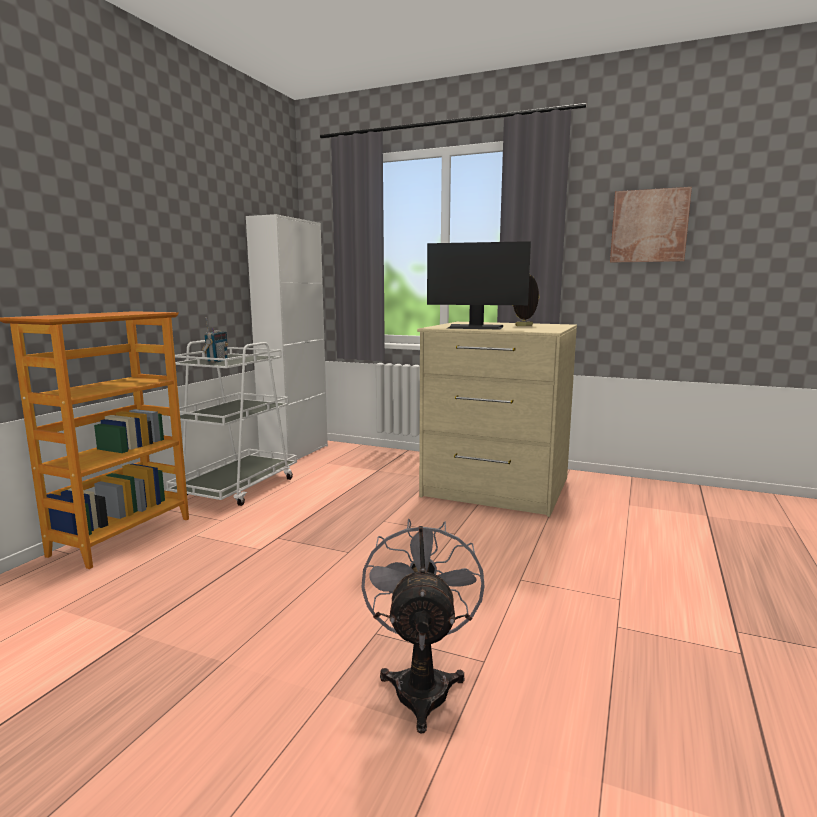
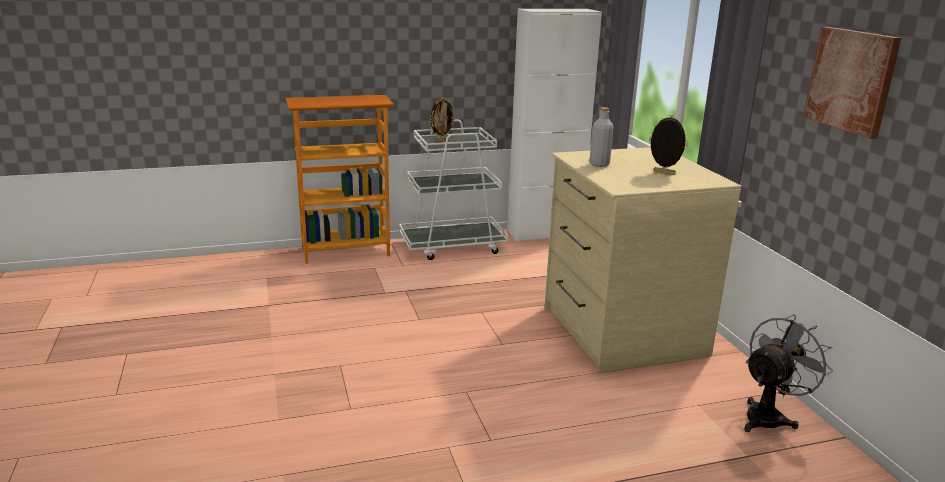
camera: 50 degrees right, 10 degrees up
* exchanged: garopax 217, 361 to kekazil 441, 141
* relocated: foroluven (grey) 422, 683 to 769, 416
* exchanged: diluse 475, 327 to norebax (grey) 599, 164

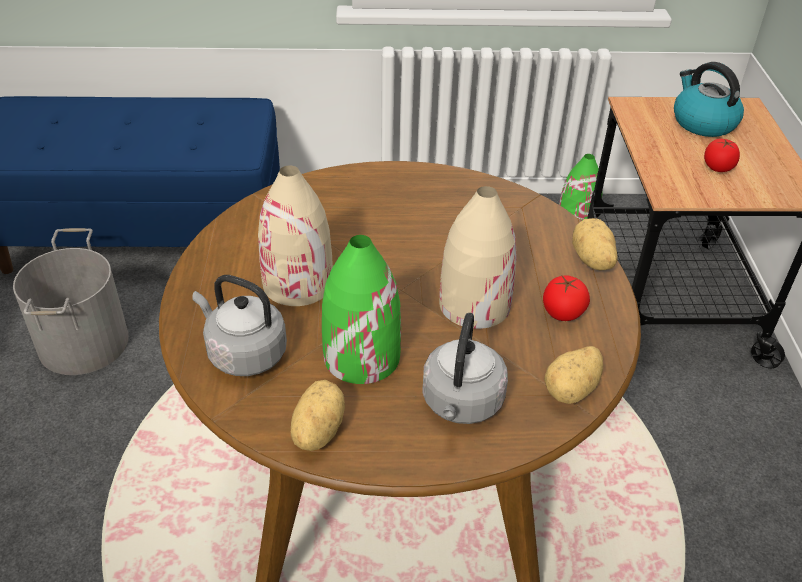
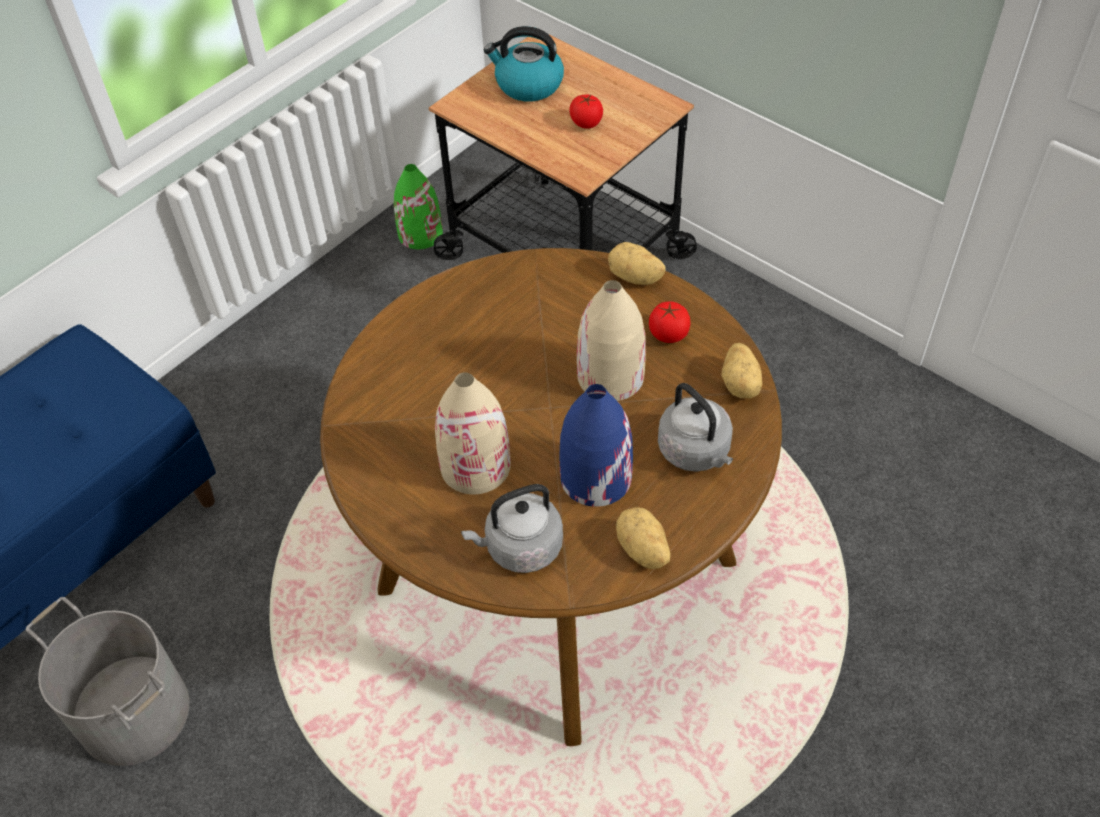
camera: 45 degrees left, 10 degrees up
* colour: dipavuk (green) 361, 356 to dipavuk (blue) 595, 477

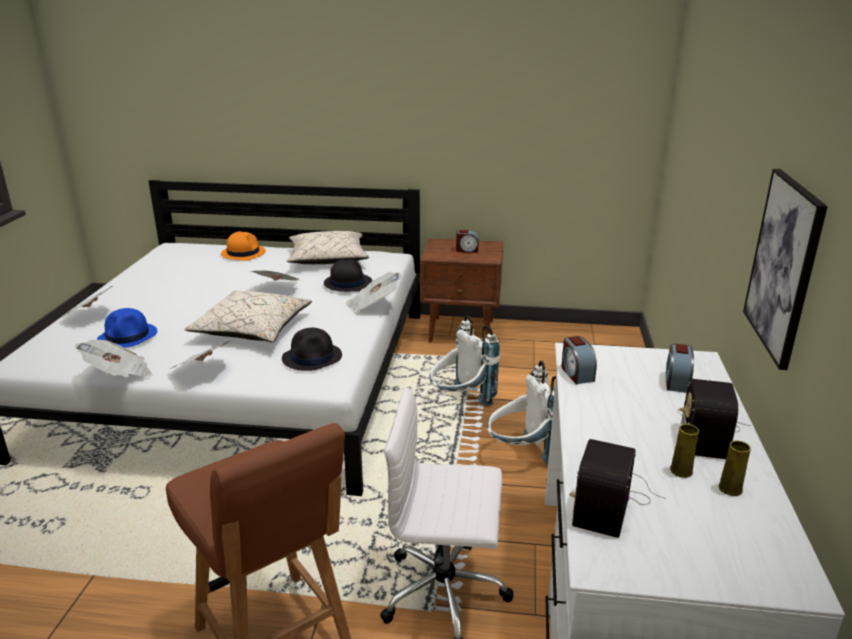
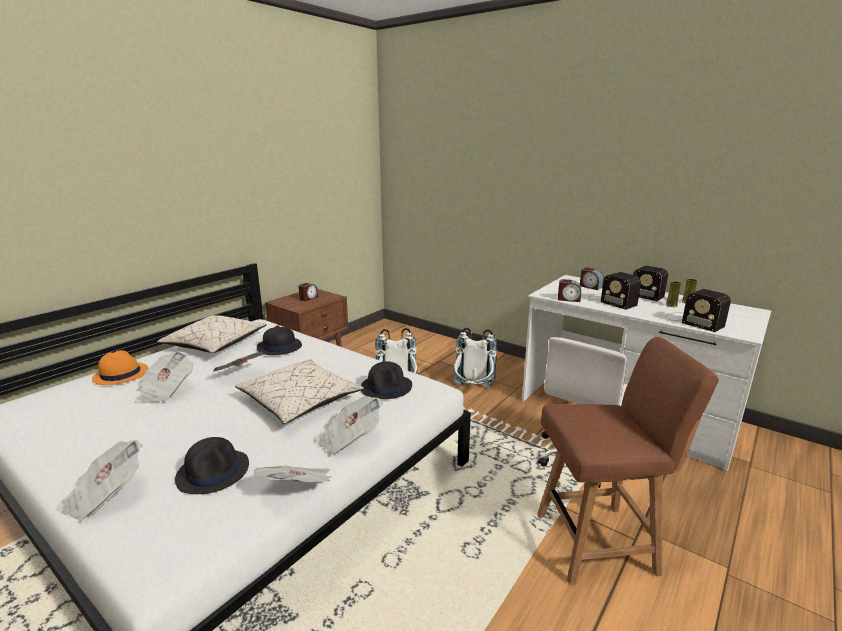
camera: 60 degrees left, 5 degrees down
* colour: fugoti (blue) 128, 336 to fugoti (black) 213, 471
* relocated: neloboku 373, 305 to 165, 391
* missing: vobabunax 784, 266
* appeared: garopax 610, 300

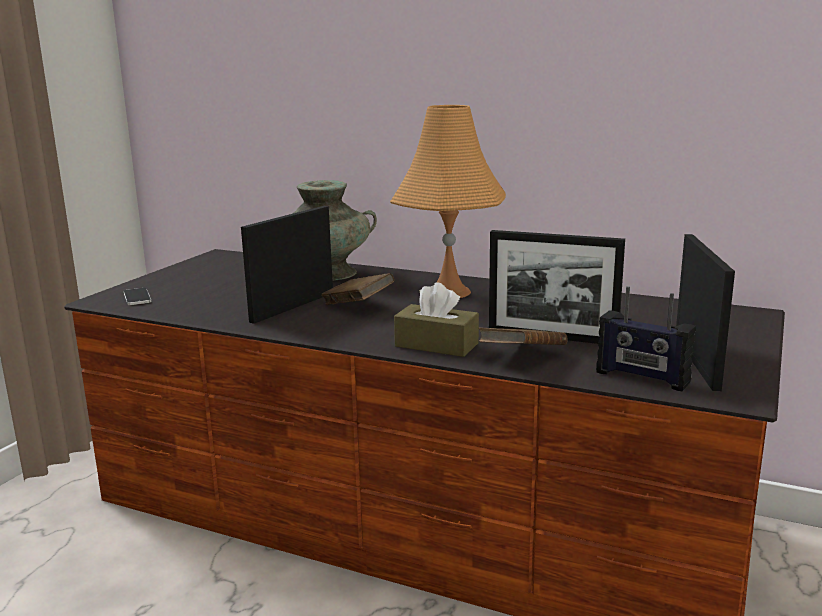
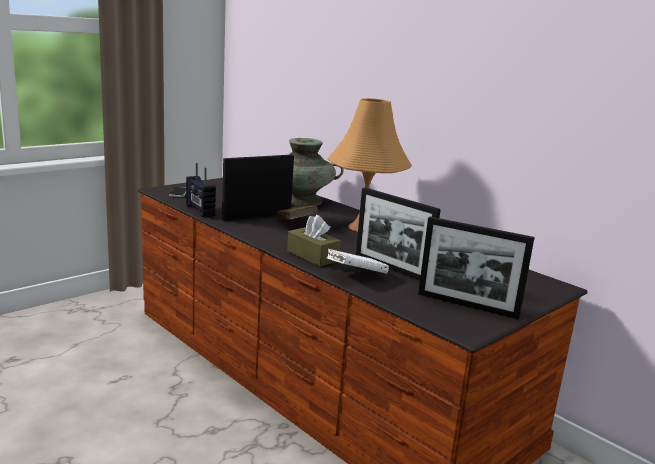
camera: 20 degrees right, 0 degrees up
* colour: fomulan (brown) 522, 357 to fomulan (white) 355, 275
* relocated: garopax 642, 378 to 199, 210
* spun: kekazil 696, 362 = 467, 305 90 degrees clockwise

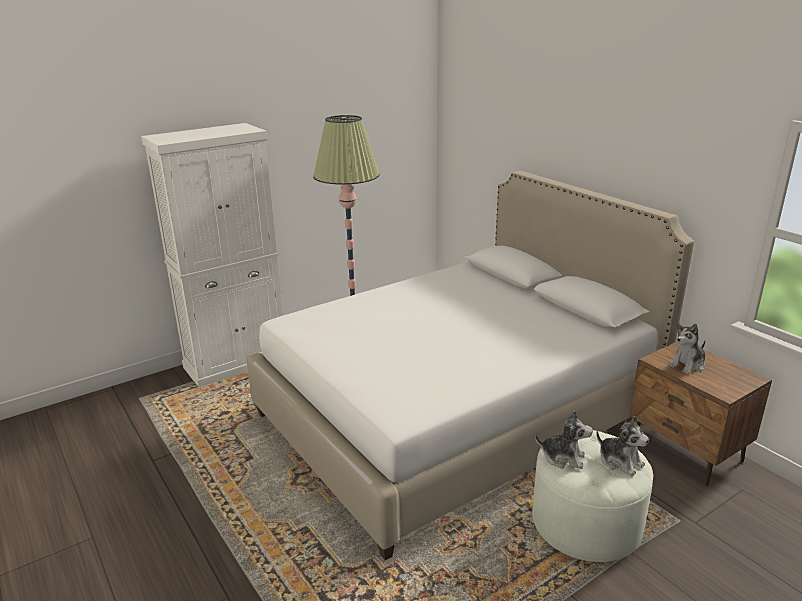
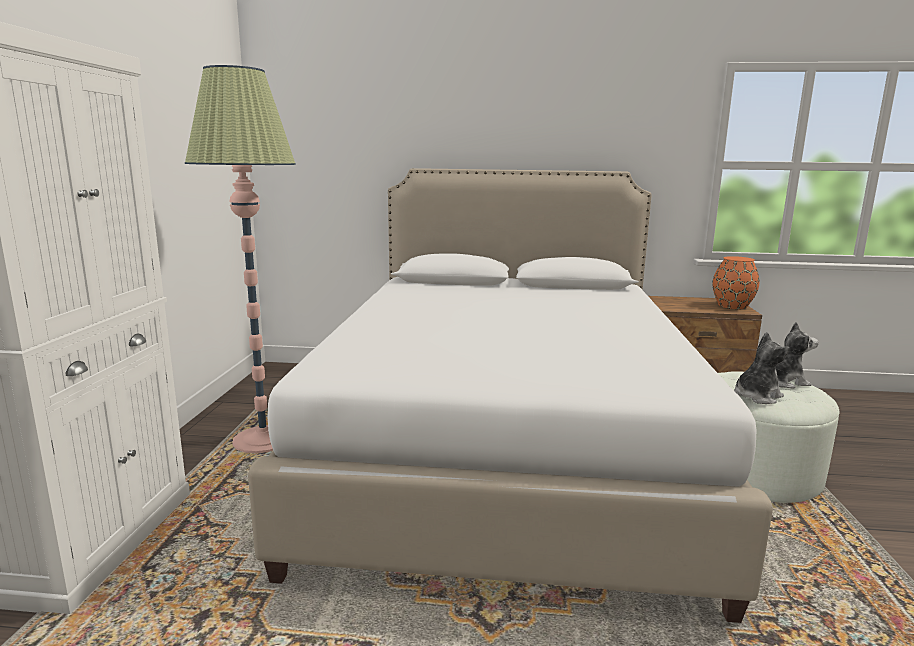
camera: 50 degrees left, 10 degrees down
* missing: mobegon 687, 364
* appeared: dipavuk (orange) 731, 306

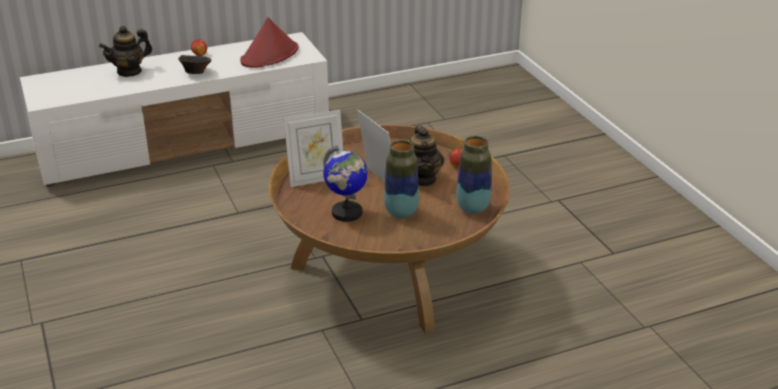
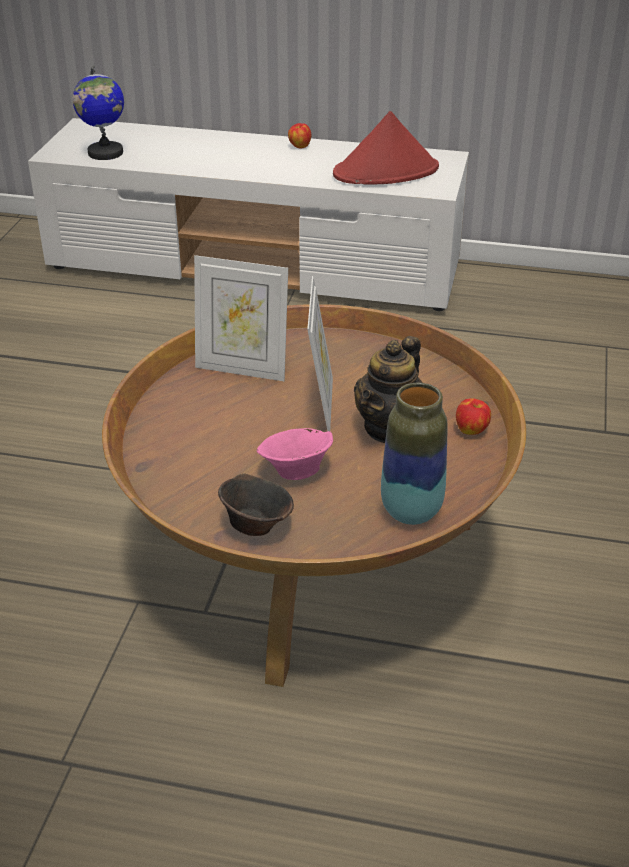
camera: 35 degrees right, 5 degrees up
* missing: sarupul 129, 71
* relocated: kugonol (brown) 195, 73 to 256, 524
* relocated: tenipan 347, 213 to 105, 153
* exchanged: dipavuk 401, 213 to kugonol (pink) 295, 471

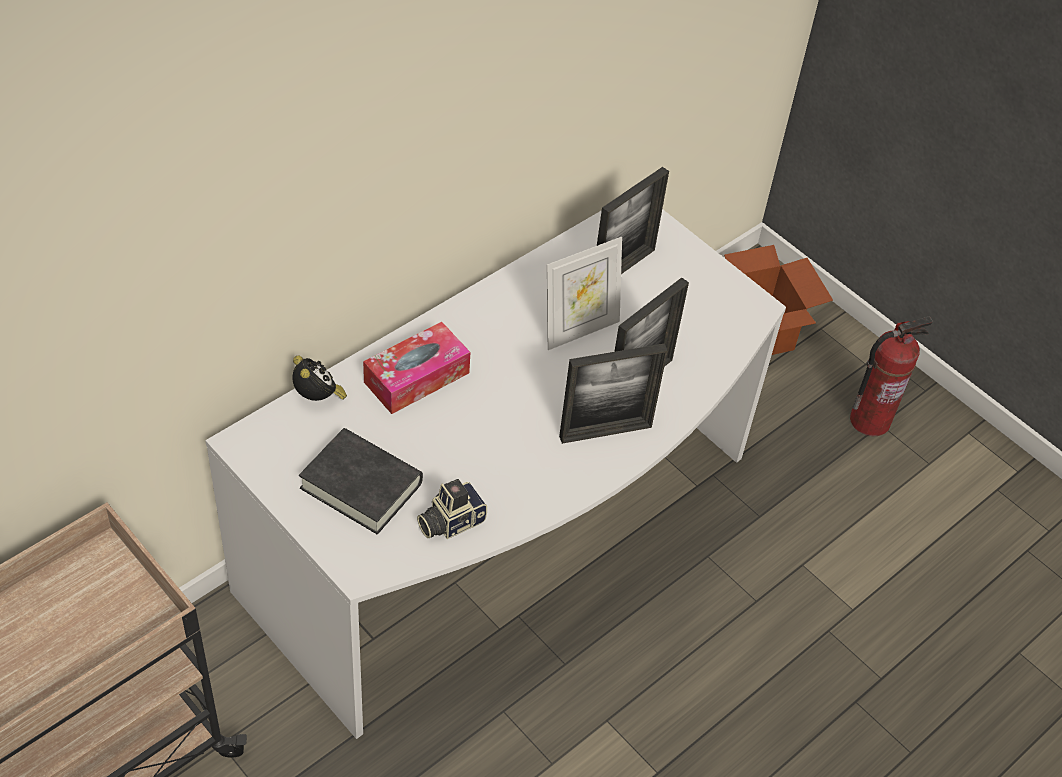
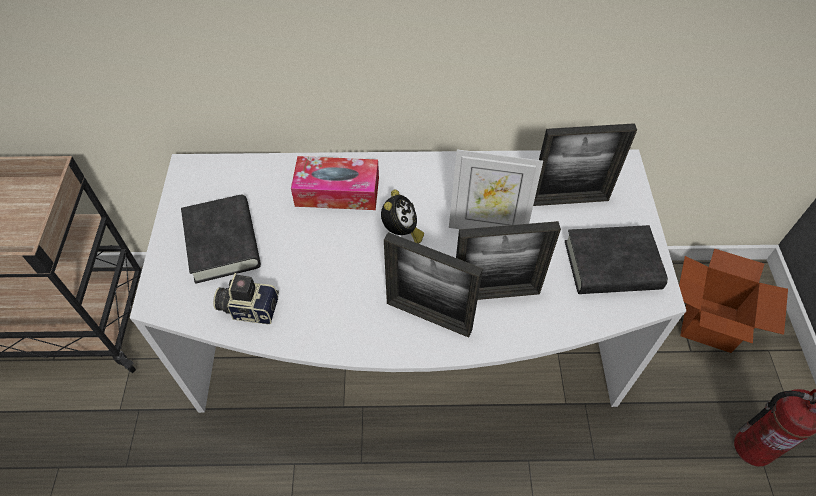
camera: 45 degrees right, 5 degrees up
* relocated: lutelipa 318, 398 to 401, 232
* appeared: fomulan (black) 611, 265

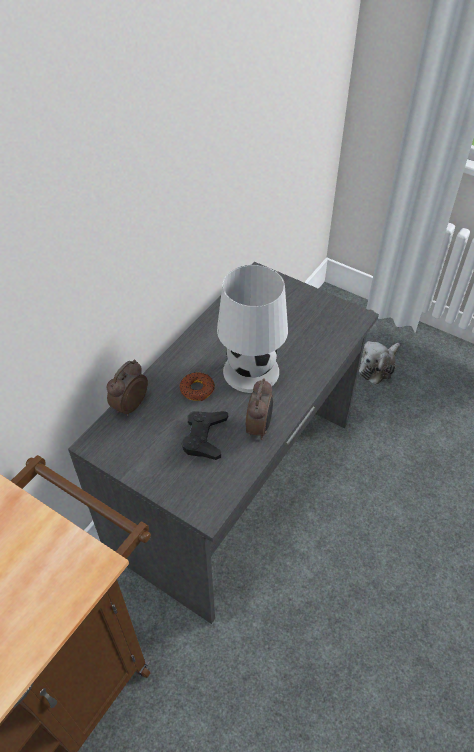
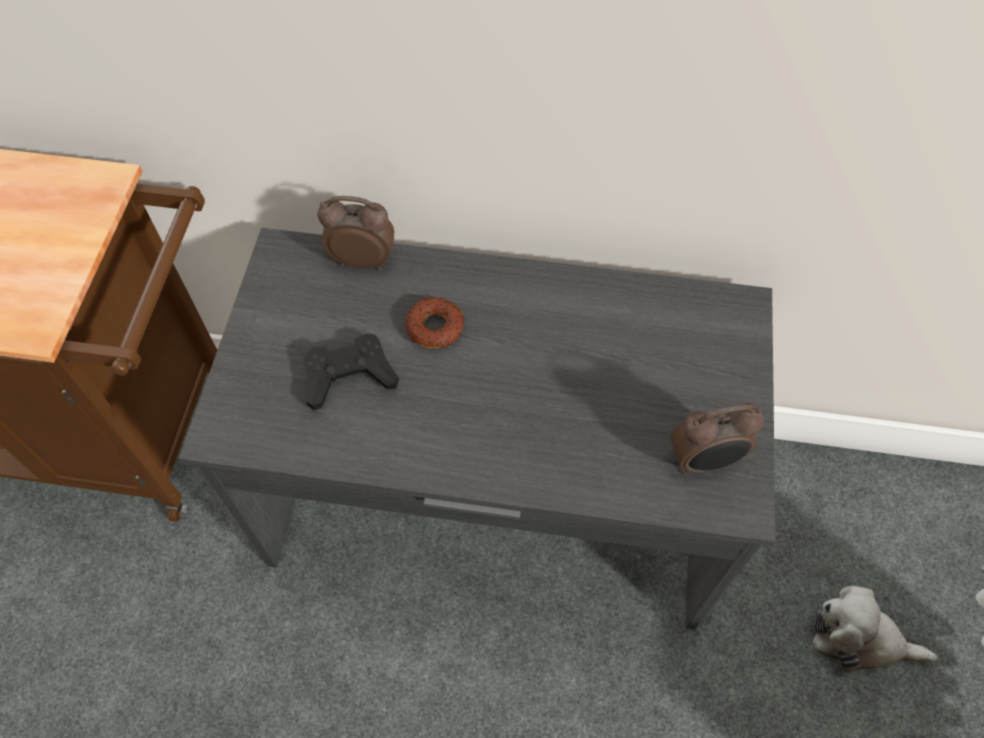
camera: 65 degrees right, 10 degrees up
* missing: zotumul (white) 252, 371
* relocated: lutelipa 259, 427 to 705, 461

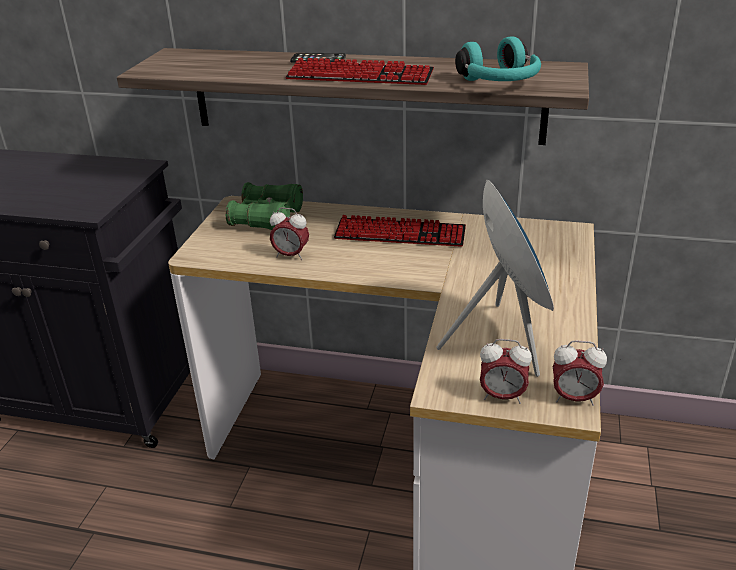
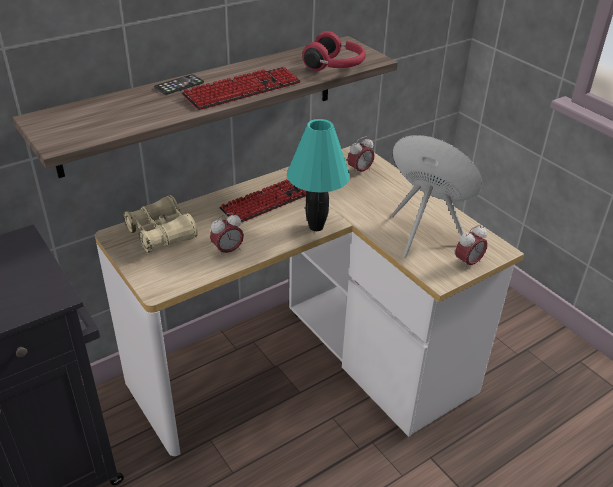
camera: 50 degrees left, 5 degrees up
* colour: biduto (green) 267, 218 to biduto (beige) 161, 234
* colour: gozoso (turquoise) 500, 82 to gozoso (red) 335, 66
* relocated: lutelipa 574, 398 to 359, 171
* appeared: zotumul (turquoise) 315, 227

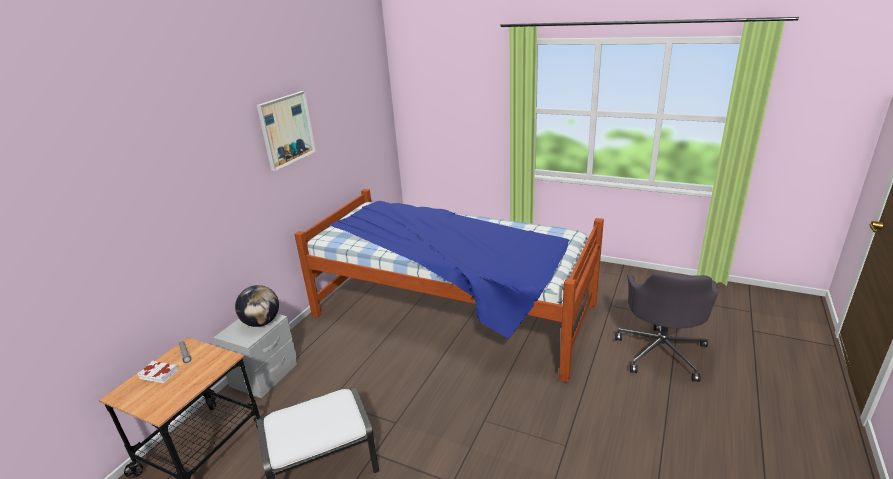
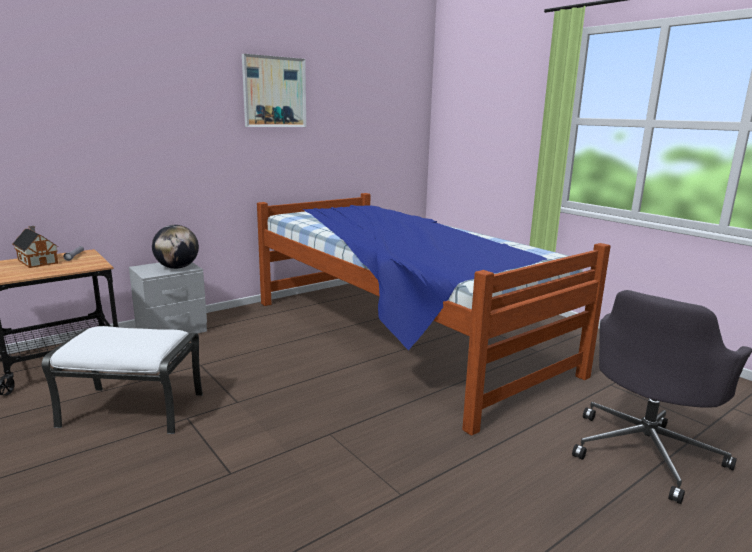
camera: 25 degrees right, 10 degrees down
* exchanged: fomulan (white) 158, 374 to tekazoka 38, 261

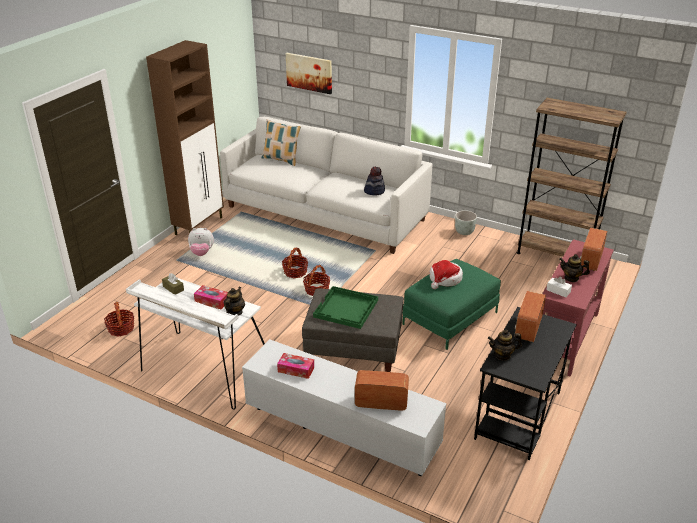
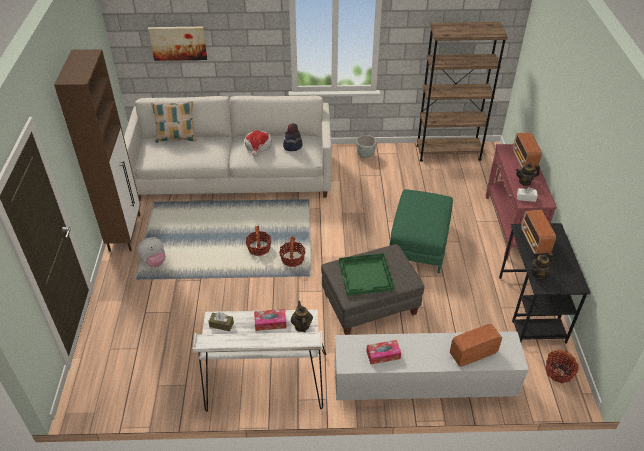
camera: 30 degrees left, 10 degrees up
* relocated: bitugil 121, 329 to 559, 372
* relocated: fugoti 444, 279 to 258, 146

